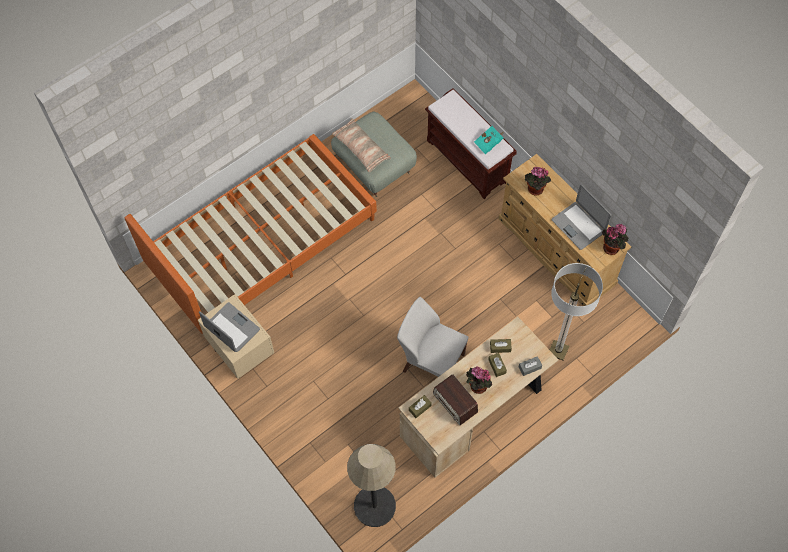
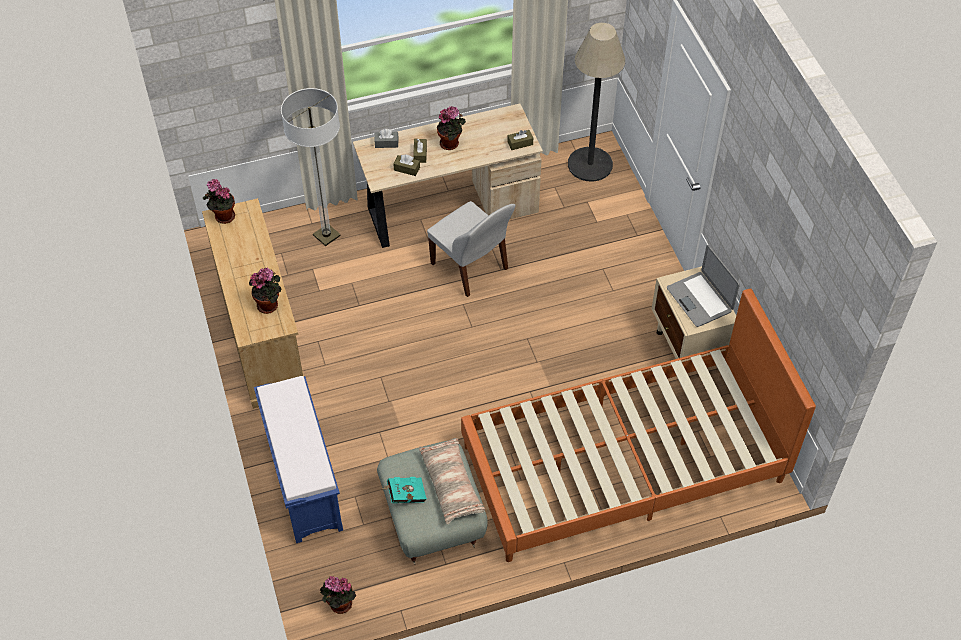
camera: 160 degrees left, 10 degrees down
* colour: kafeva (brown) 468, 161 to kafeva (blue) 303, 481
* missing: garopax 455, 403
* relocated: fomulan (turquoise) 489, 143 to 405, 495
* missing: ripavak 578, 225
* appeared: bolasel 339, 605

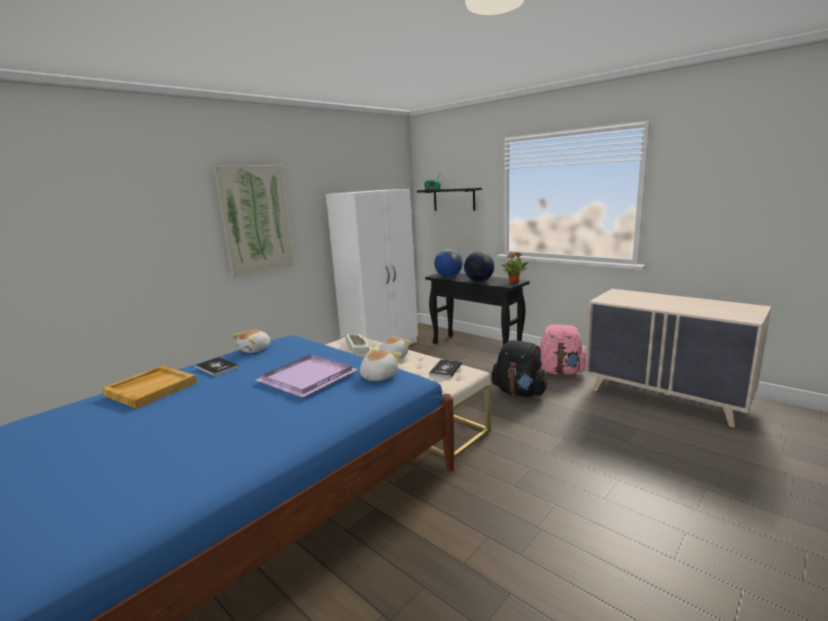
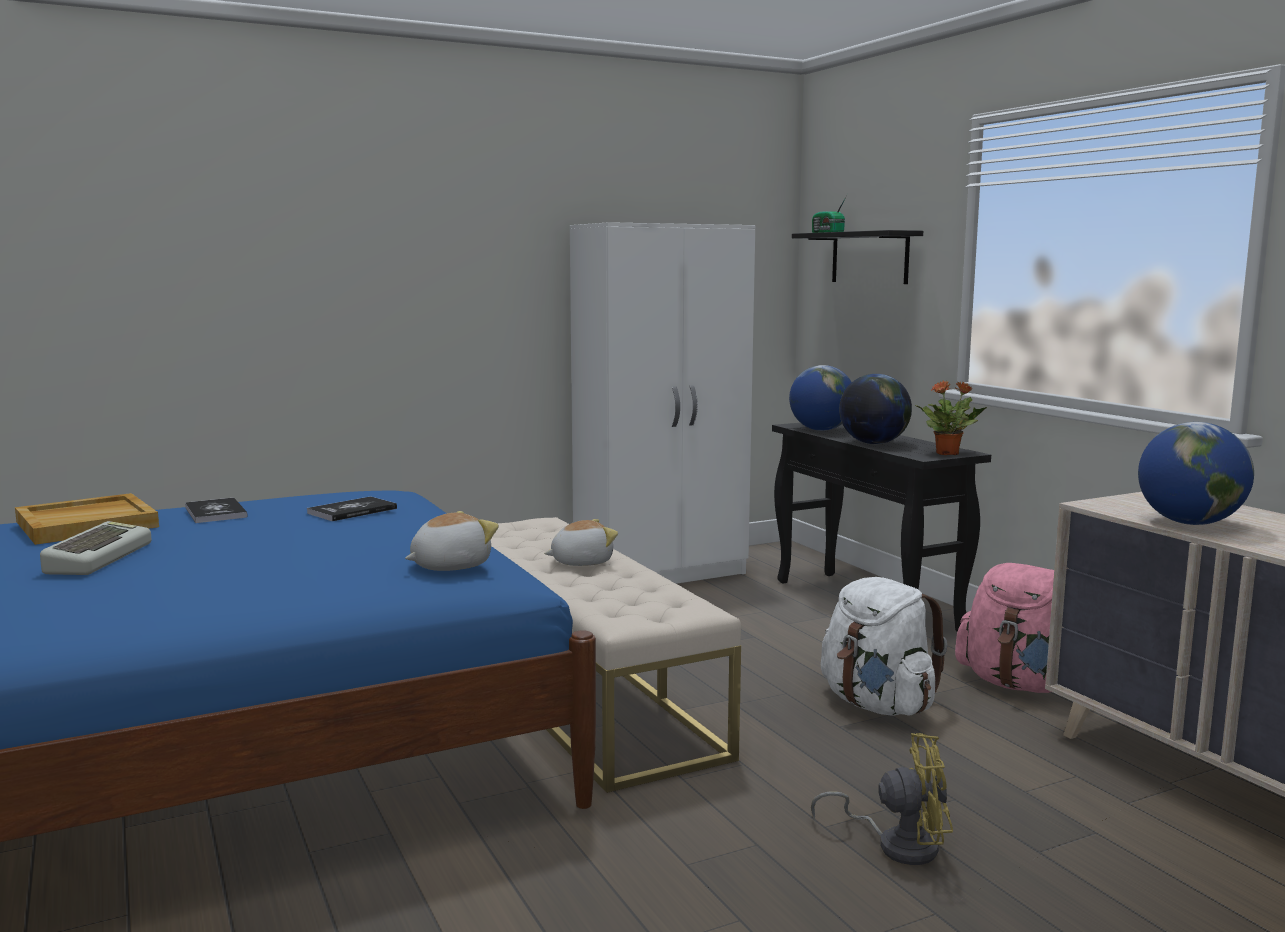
camera: 20 degrees right, 5 degrees down
* missing: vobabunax 255, 219
* missing: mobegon 255, 349
* missing: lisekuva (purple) 309, 377
* relocated: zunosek 356, 346 to 97, 558
* relocated: fomulan 445, 369 to 352, 511
* colour: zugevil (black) 519, 392 to zugevil (white) 878, 705
* appeared: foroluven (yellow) 897, 844
* appeared: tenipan 1189, 523

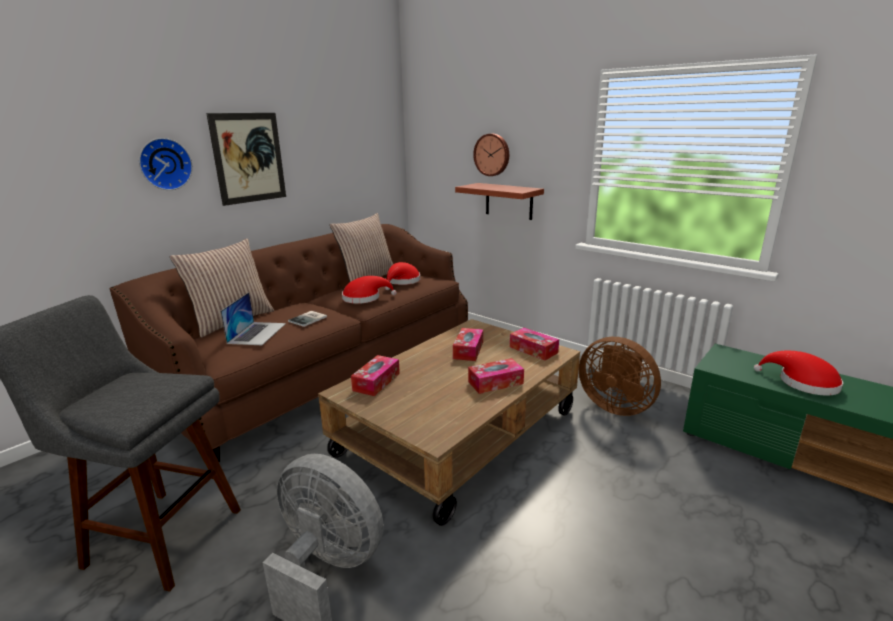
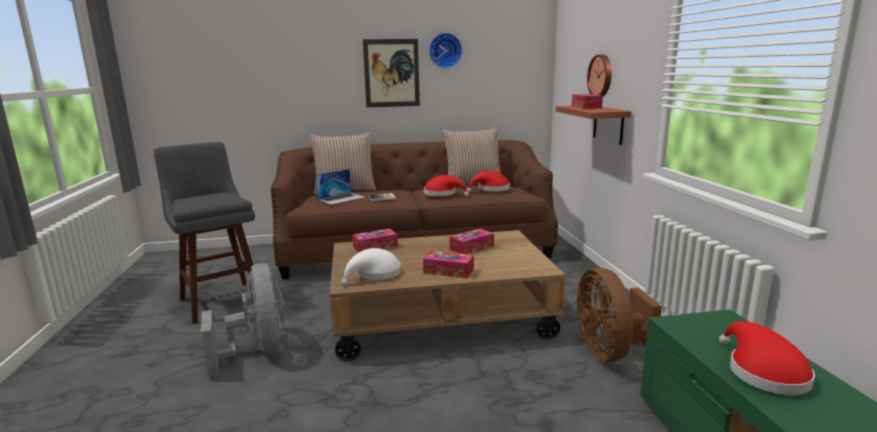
camera: 40 degrees right, 5 degrees down
* relocated: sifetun 164, 164 to 445, 50
* relocated: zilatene 533, 350 to 586, 107
* appeared: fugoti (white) 375, 274

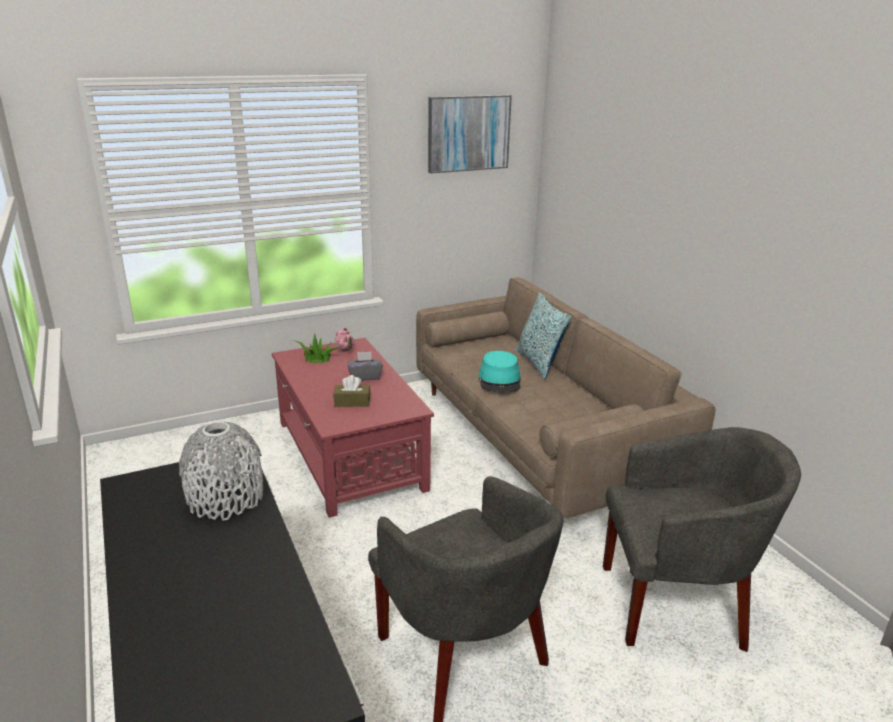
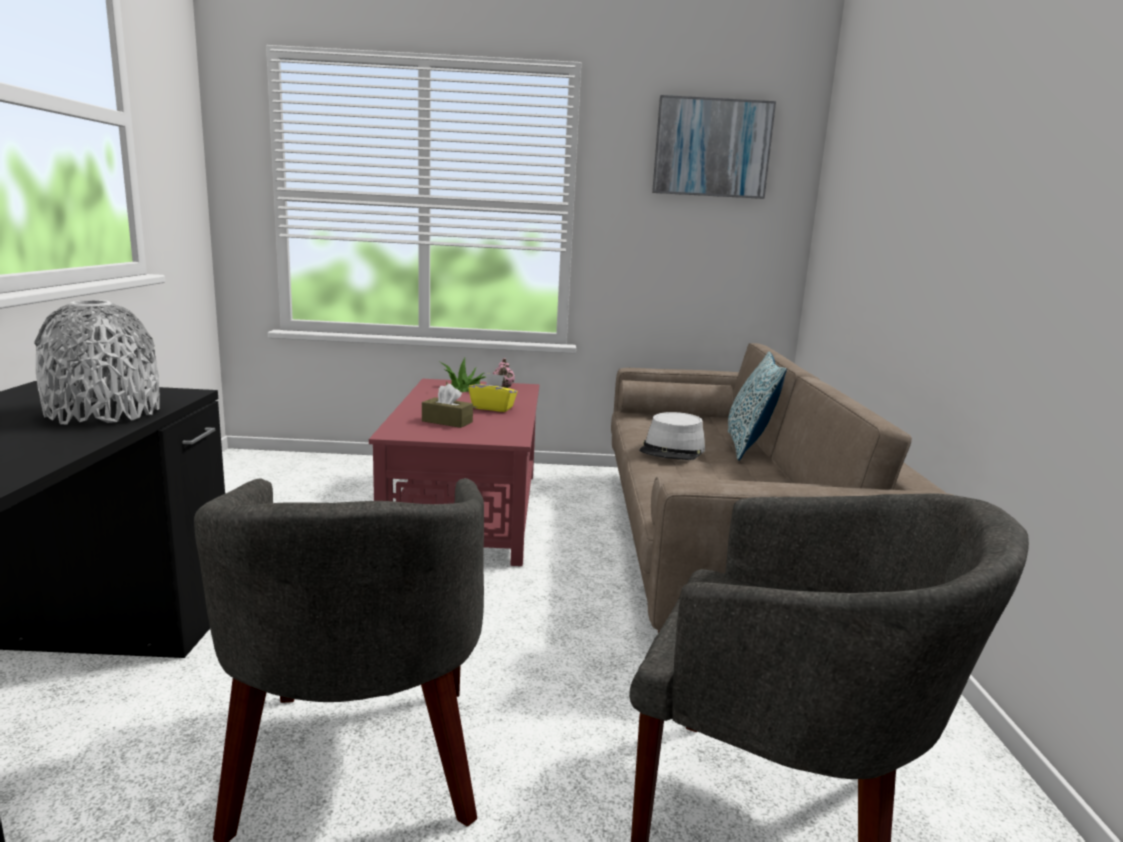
camera: 25 degrees right, 10 degrees down
* colour: zilatene (grey) 365, 377 to zilatene (yellow) 493, 408
* colour: fugoti (turquoise) 500, 381 to fugoti (grey) 672, 450

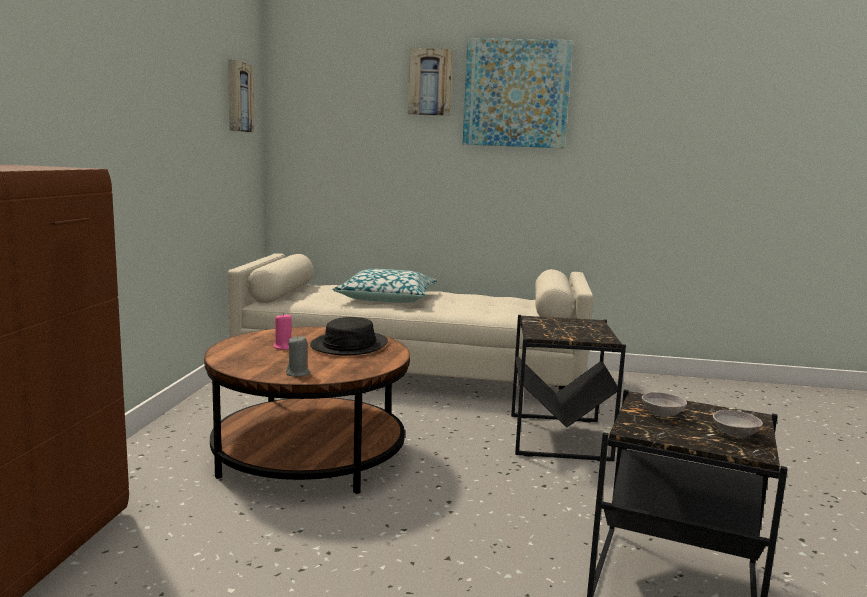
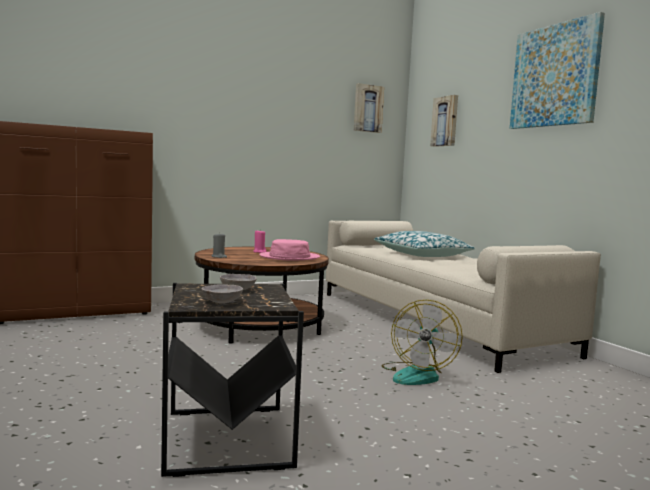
camera: 55 degrees right, 5 degrees down
* colour: fugoti (black) 349, 345 to fugoti (pink) 289, 257
* relocated: vobabunax 430, 82 to 445, 121
* exchanged: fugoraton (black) 559, 437 to foroluven 417, 374

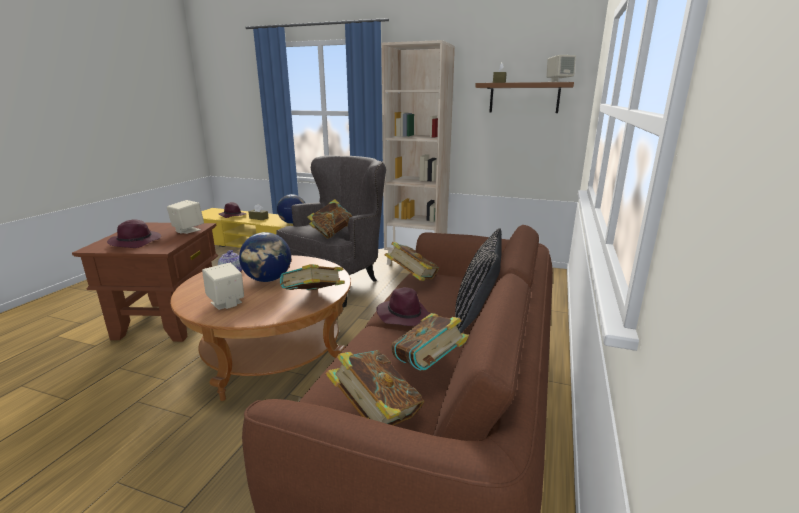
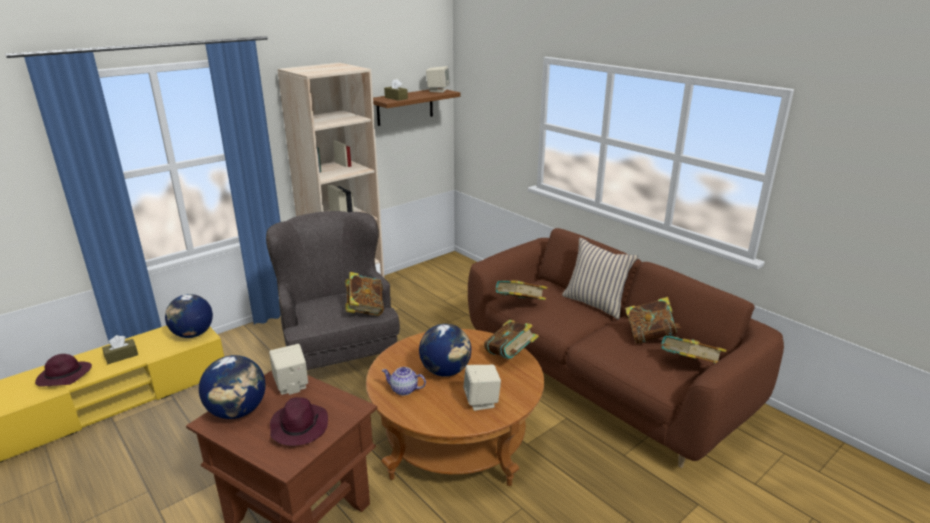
camera: 60 degrees left, 5 degrees up
* missing: fugoti (purple) 403, 316
* colour: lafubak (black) 476, 317 to lafubak (beige) 595, 303
* appeared: tenipan 238, 411

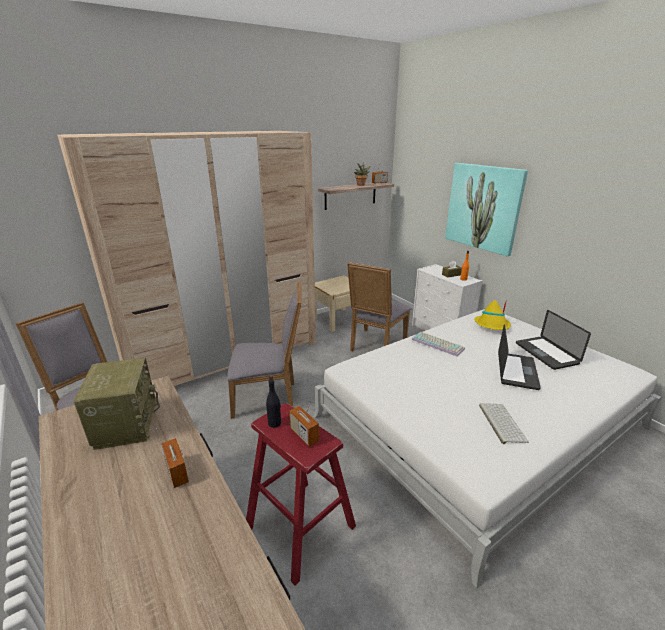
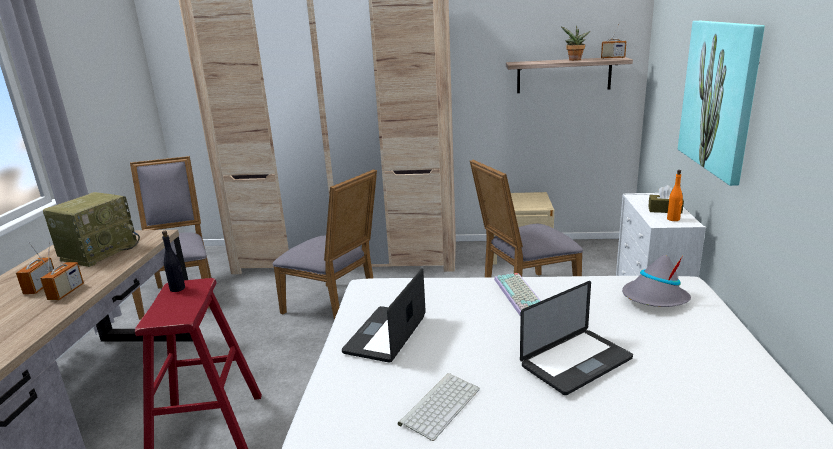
camera: 40 degrees right, 5 degrees down
* relocated: garopax 304, 435 to 40, 286
* colour: fugoti (yellow) 492, 325 to fugoti (grey) 654, 298
* relocated: ripavak 546, 353 to 386, 335

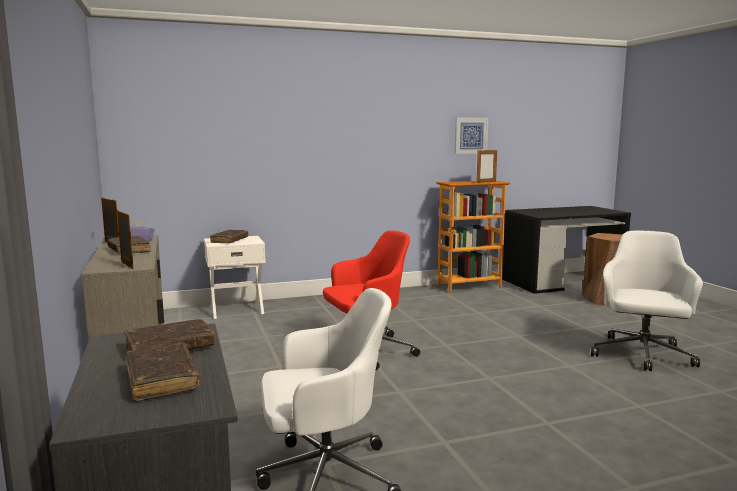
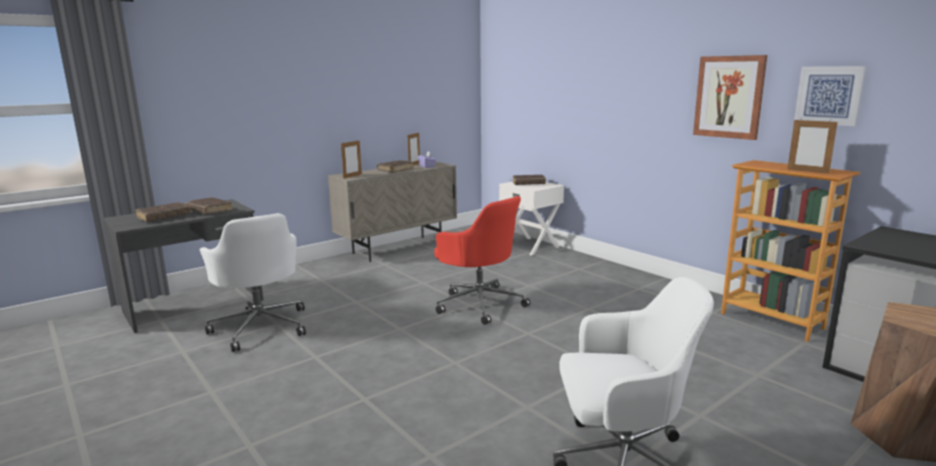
camera: 70 degrees right, 5 degrees up
* appeared: vobabunax 729, 97

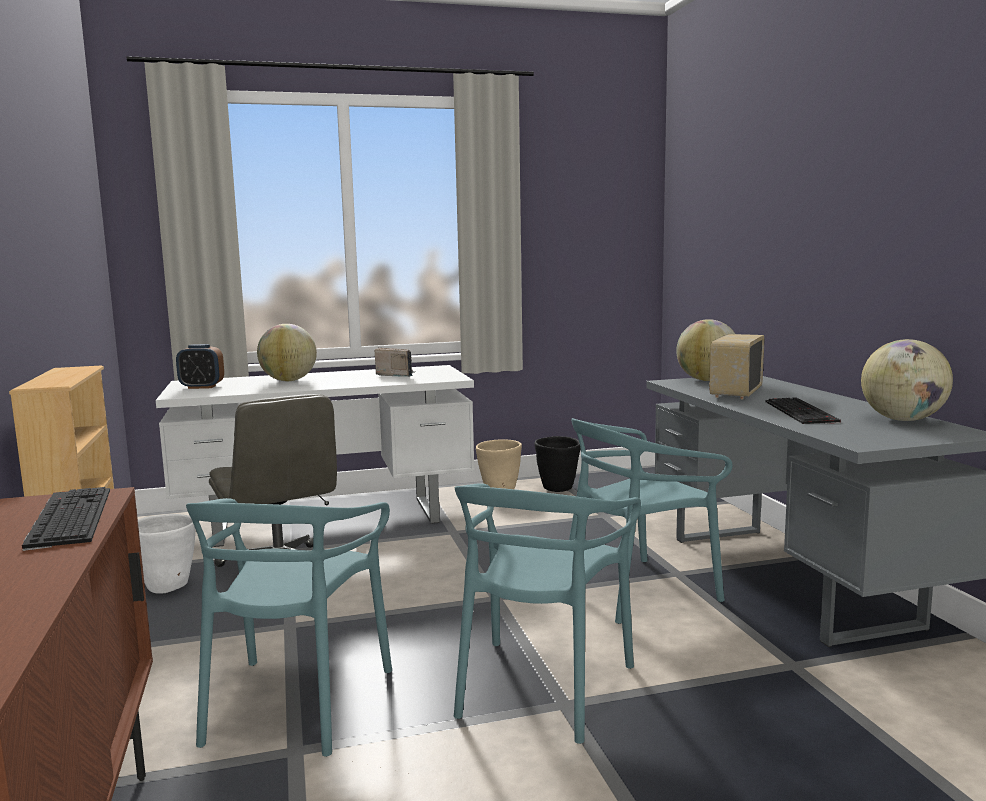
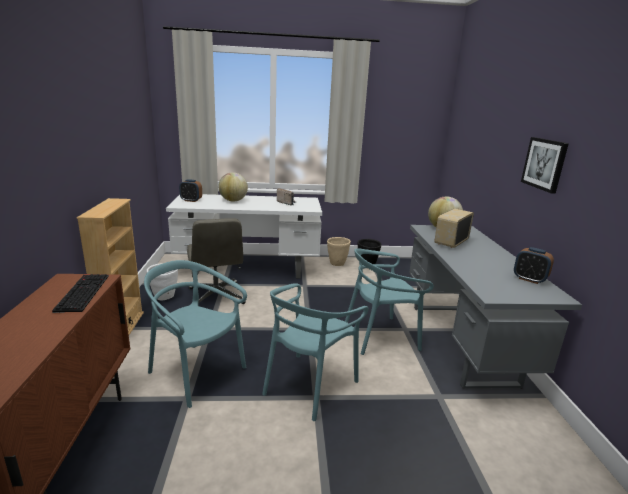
camera: 10 degrees right, 10 degrees up
* spun: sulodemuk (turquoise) 295, 703 = 196, 372 105 degrees clockwise
* missing: zunosek 802, 412
* exchanged: tenipan 903, 420 to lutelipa 529, 279
* appeared: vobabunax 544, 164

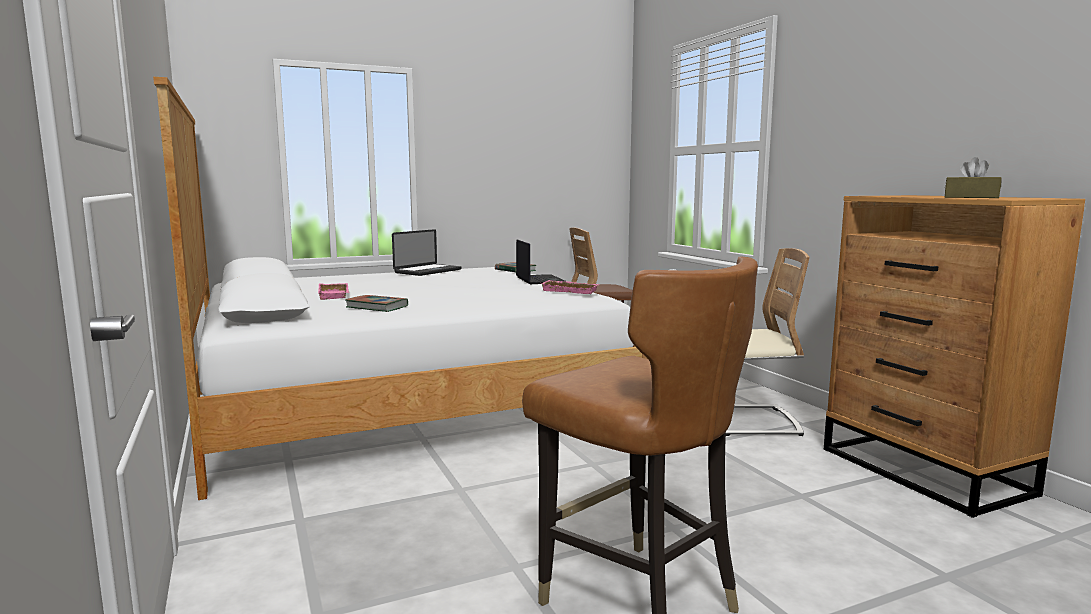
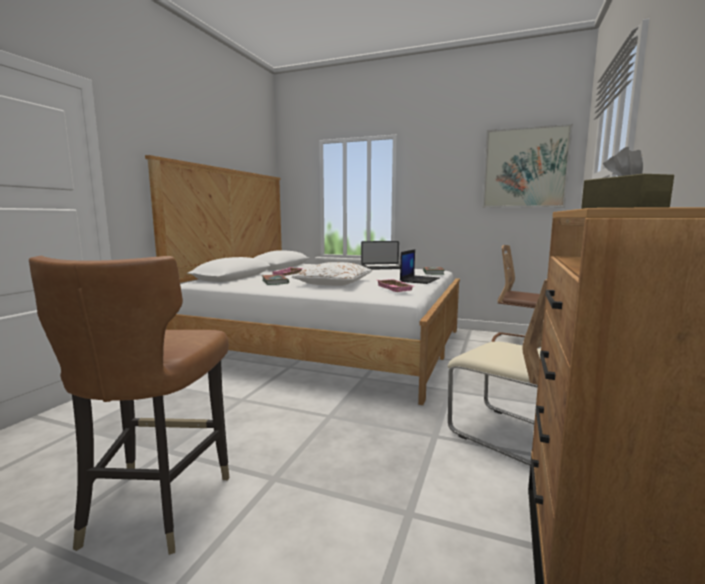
camera: 45 degrees right, 0 degrees up
* appeared: lafubak (white) 333, 283
* appeared: vobabunax 525, 168

